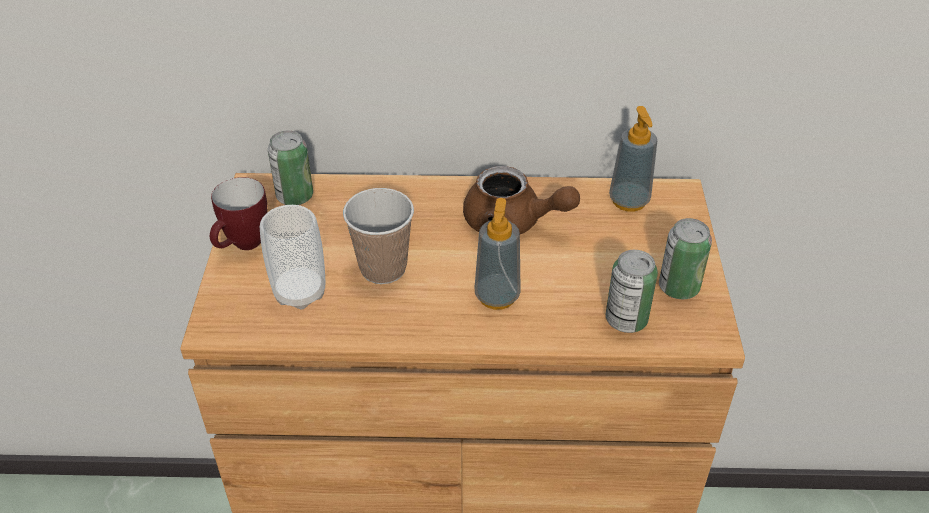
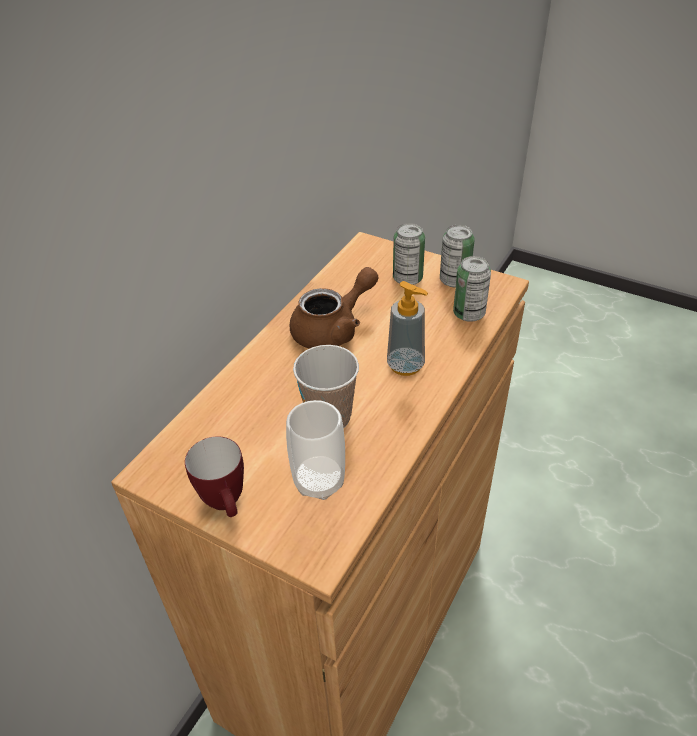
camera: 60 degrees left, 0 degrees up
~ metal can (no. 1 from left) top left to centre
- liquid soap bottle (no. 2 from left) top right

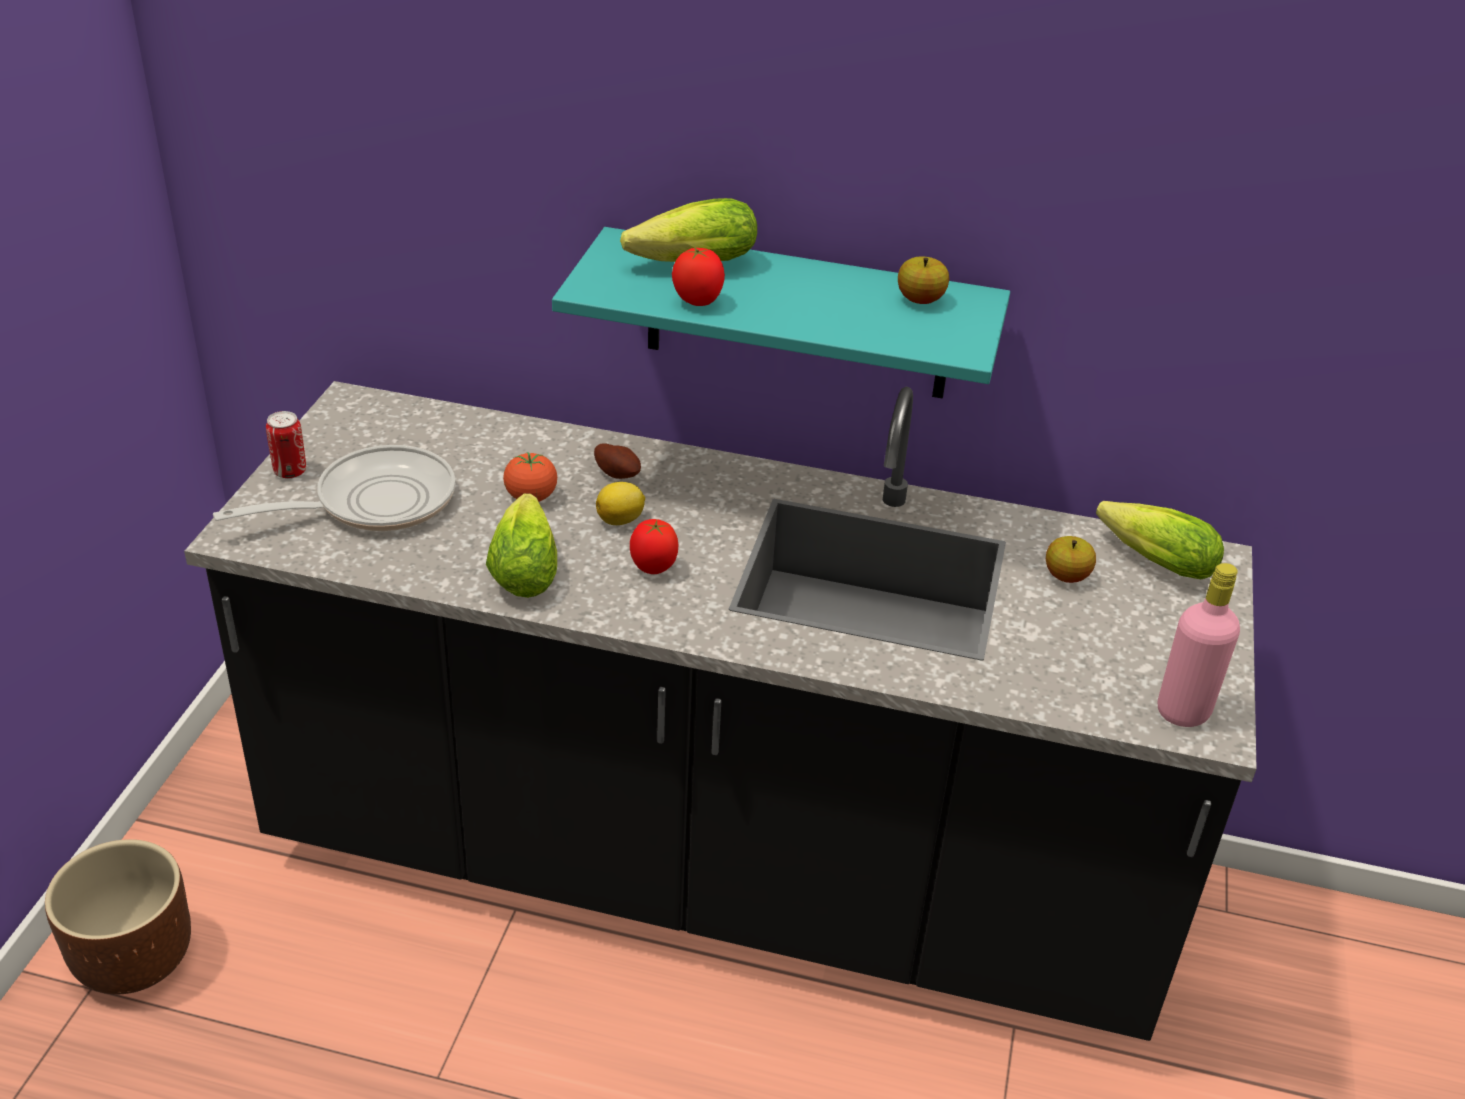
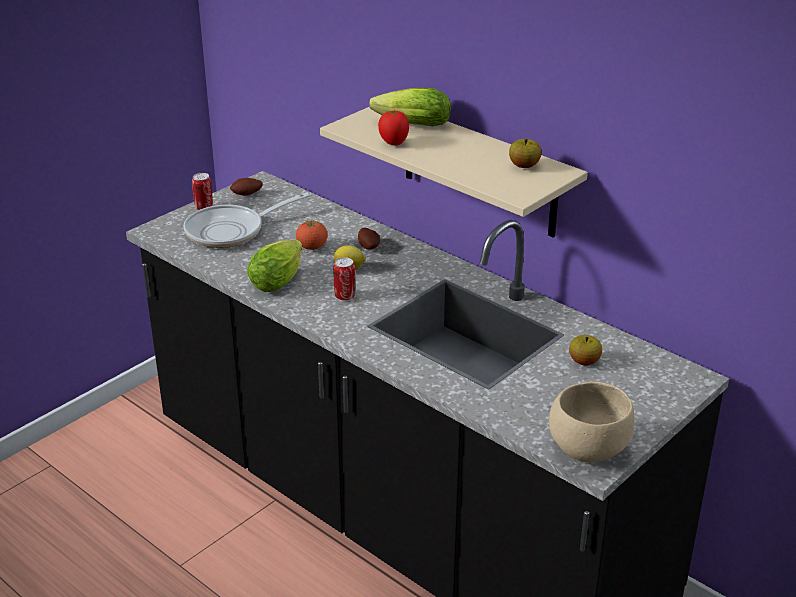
camera: 30 degrees right, 5 degrees down
~ pan middle left = middle left 150 degrees clockwise
+ whole potato (no. 1 from left) top left
~ turquoise shelf top centre to beige shelf top centre
~ fresh tomato (no. 2 from left) centre to metal can (no. 2 from left) centre
~ pink beverage bottle middle right to beige bowl bottom right
- brown plant pot bottom left
- head of lettuce (no. 3 from left) middle right

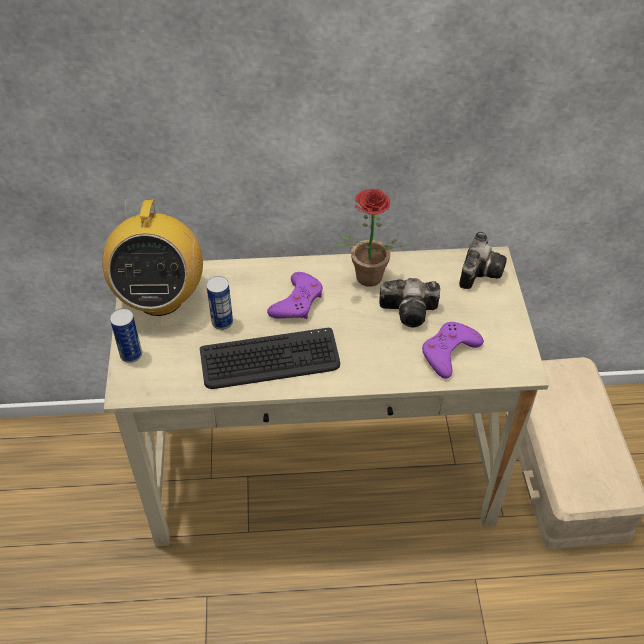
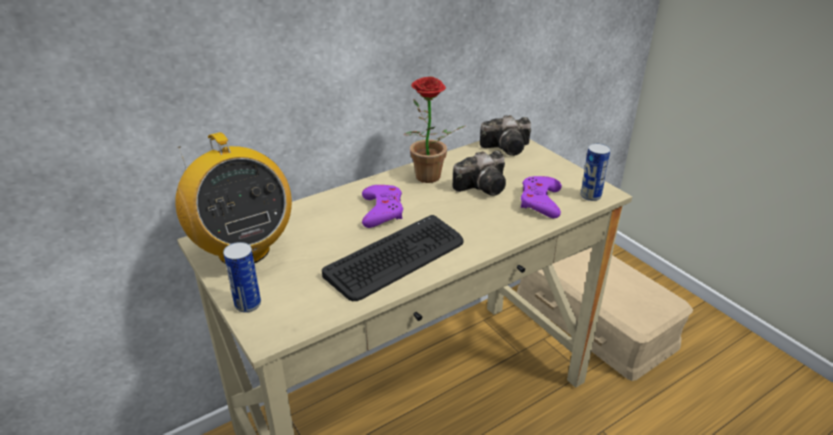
camera: 30 degrees left, 15 degrees down
~ still camera (no. 2 from left) middle right = top centre 90 degrees clockwise
~ metal can (no. 2 from left) centre to middle right

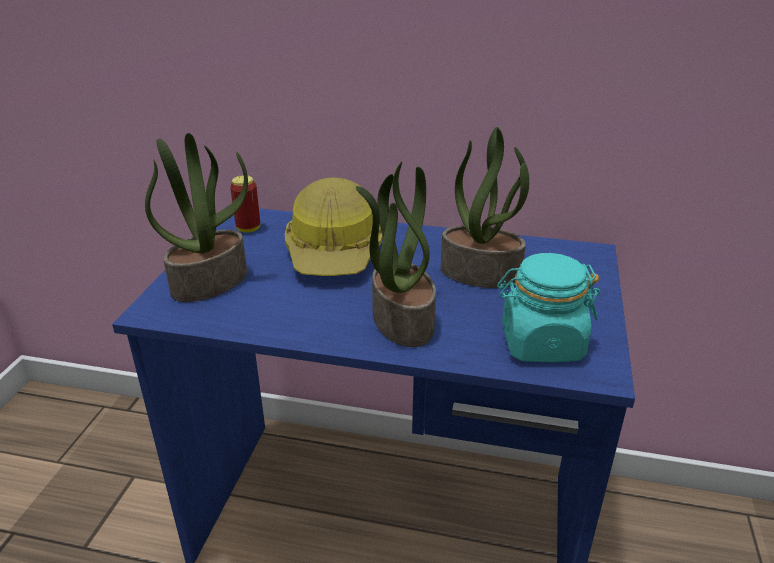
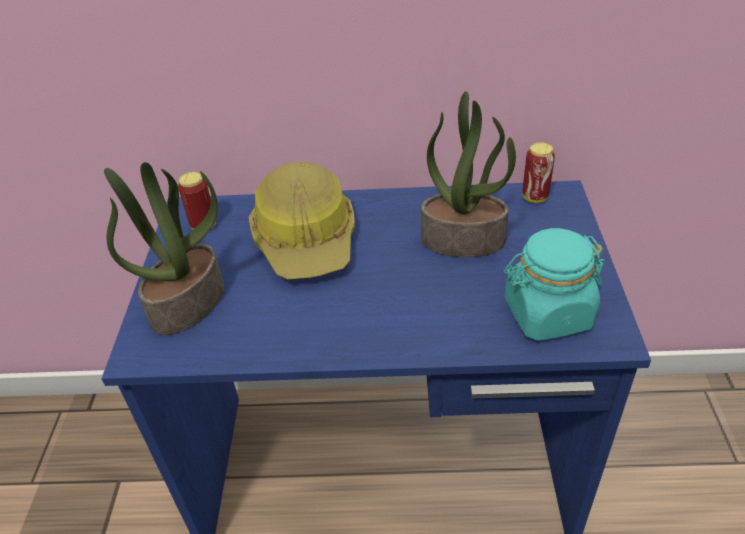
camera: 10 degrees left, 10 degrees up
+ metal can (no. 2 from left) top right
- potted plant (no. 2 from left) centre

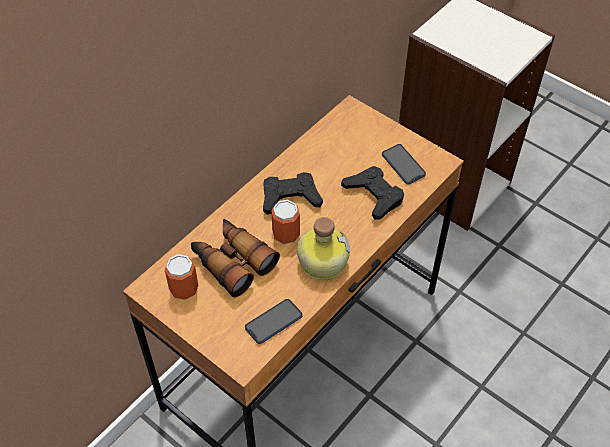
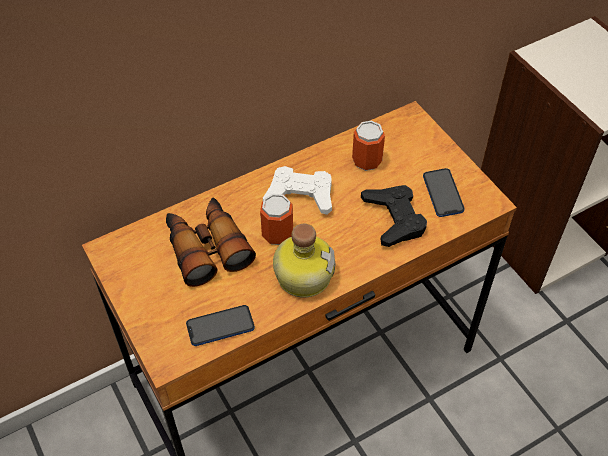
camera: 20 degrees right, 0 degrees up
~ black-coloured game controller (no. 1 from left) centre to white game controller centre
~ metal can (no. 1 from left in the first image) middle left to metal can (no. 2 from left) top centre

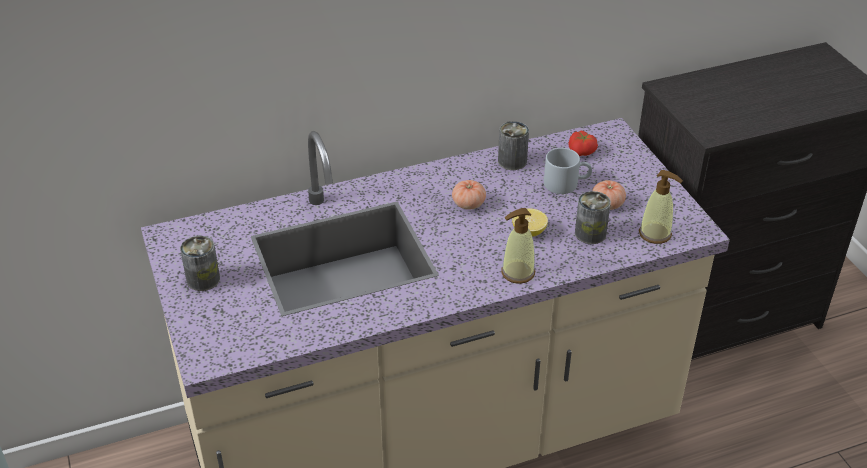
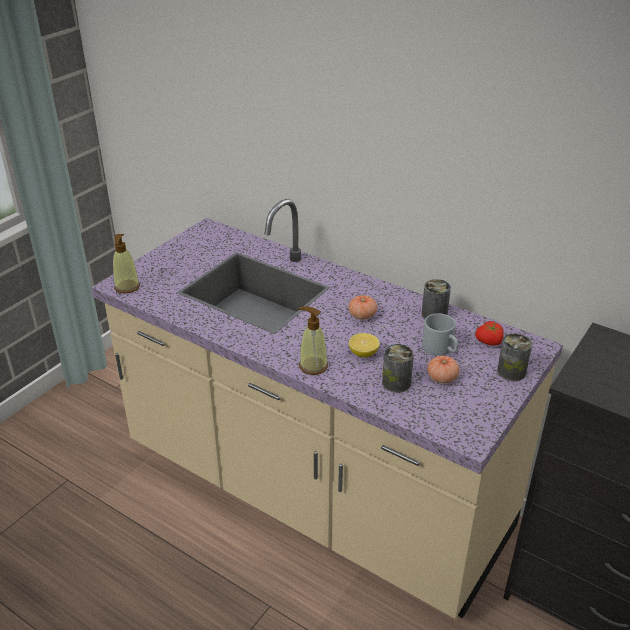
camera: 55 degrees right, 5 degrees down
~ liquid soap bottle (no. 2 from left in the first image) middle right to liquid soap bottle (no. 1 from left) middle left
~ metal can (no. 1 from left in the first image) middle left to metal can (no. 3 from left) middle right

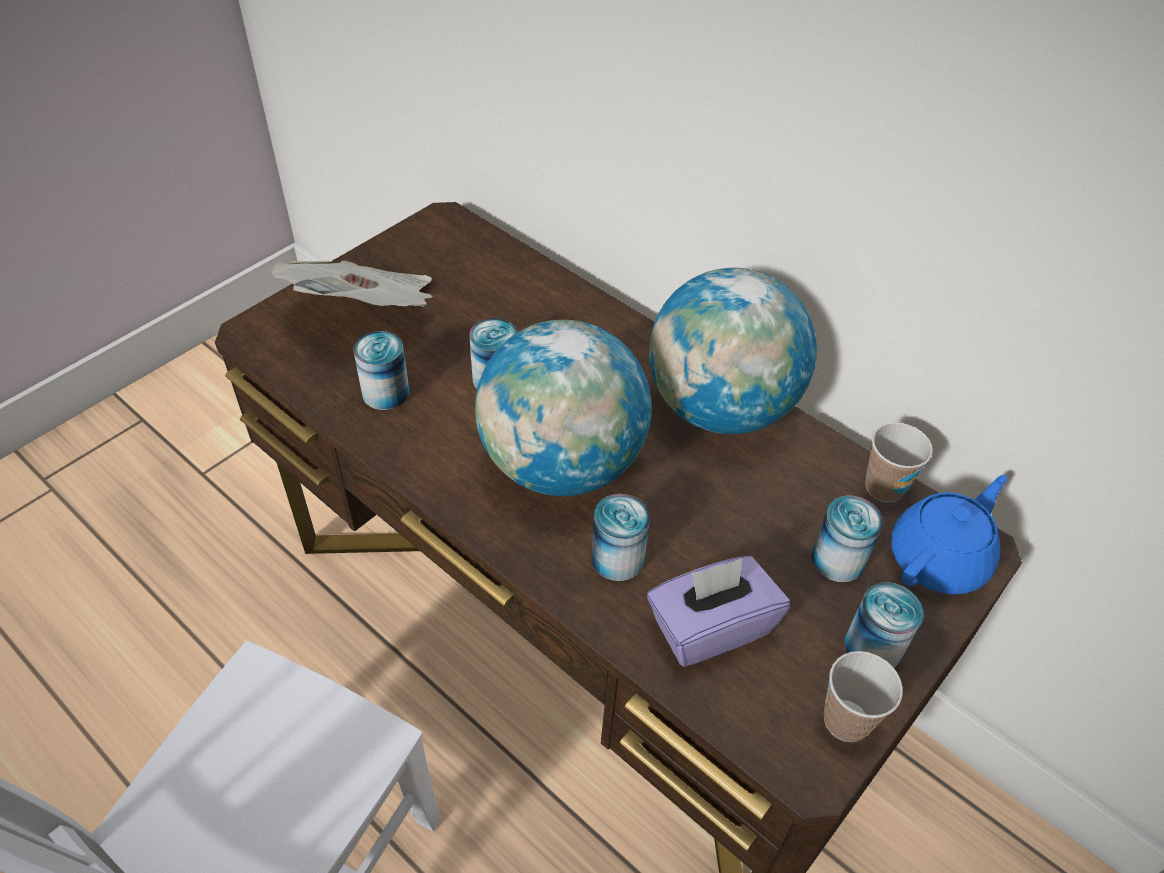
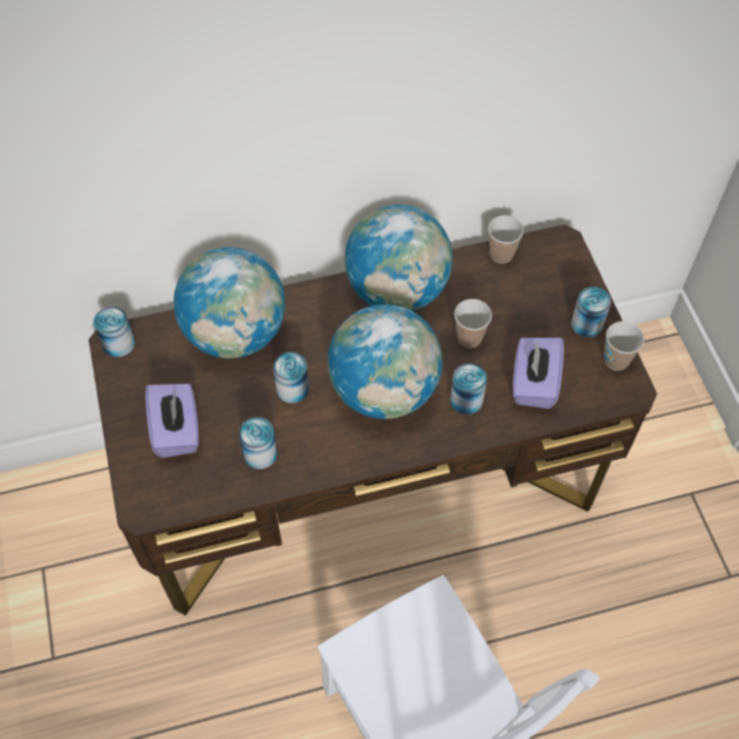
camera: 55 degrees left, 10 degrees up
~ metal can (no. 4 from left in the first image) middle right to metal can (no. 1 from left) middle left
~ printed paper top left to purplish tissue box (no. 1 from left) middle left
+ desk globe (no. 1 from left) middle left
+ drinking cup (no. 1 from left) centre
- blue pot for tea middle right

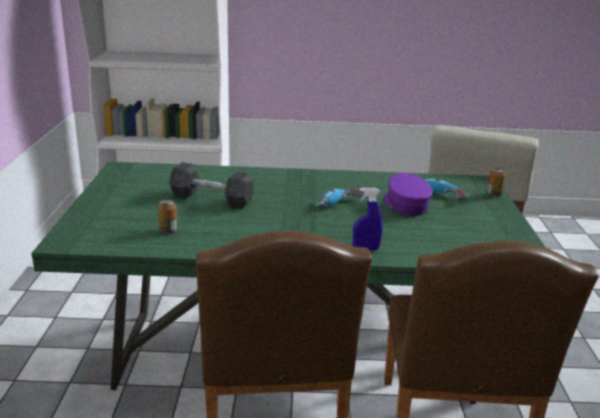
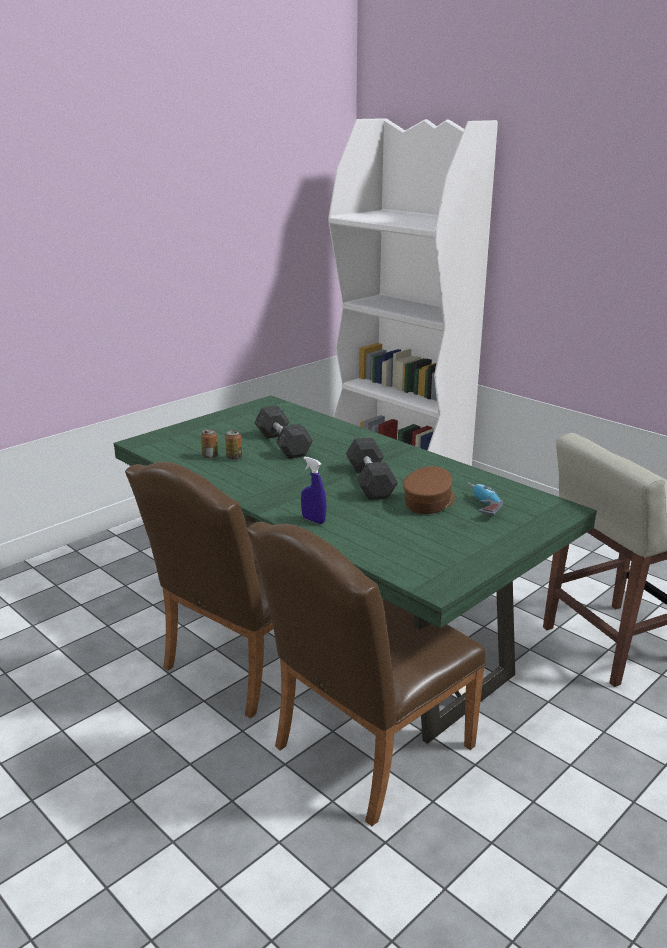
camera: 45 degrees right, 0 degrees up
~ metal can (no. 2 from left) middle right to centre
~ power drill (no. 1 from left) centre to grey dumbbell (no. 2 from left) centre
~ purplish baseball cap middle right to brown baseball cap centre

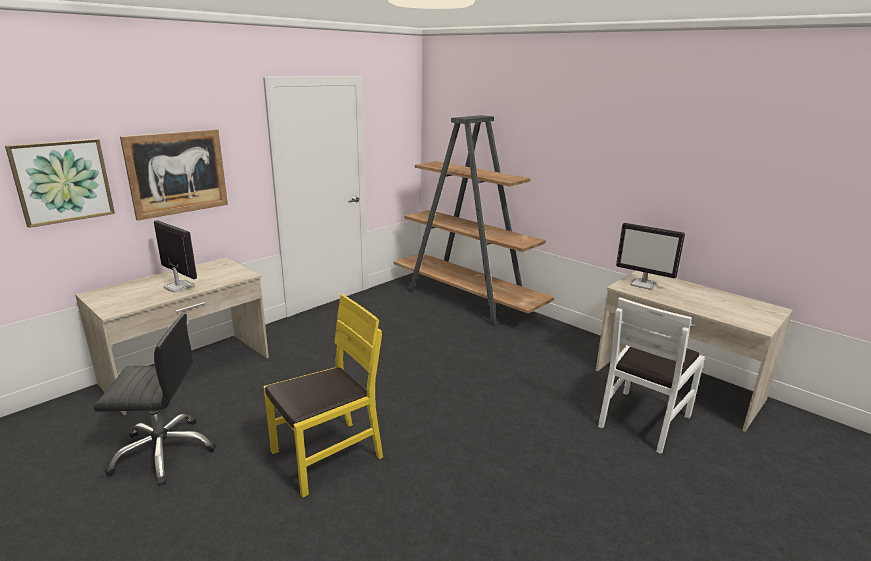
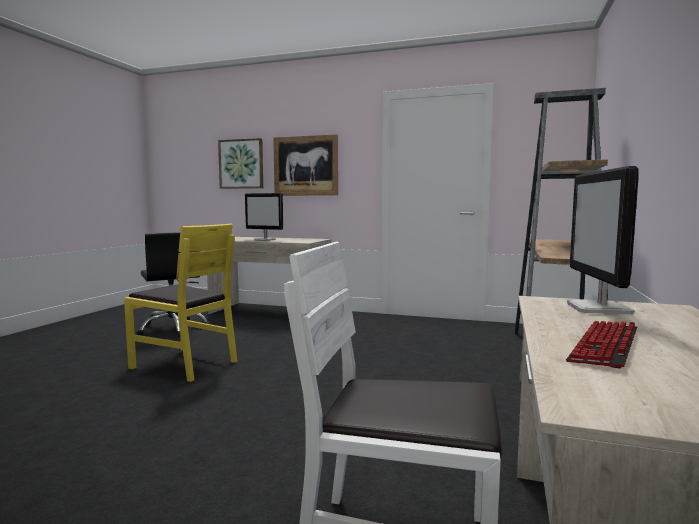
camera: 65 degrees right, 15 degrees down
~ computer screen (no. 1 from left) middle left = centre 105 degrees clockwise
+ computer keyboard middle right

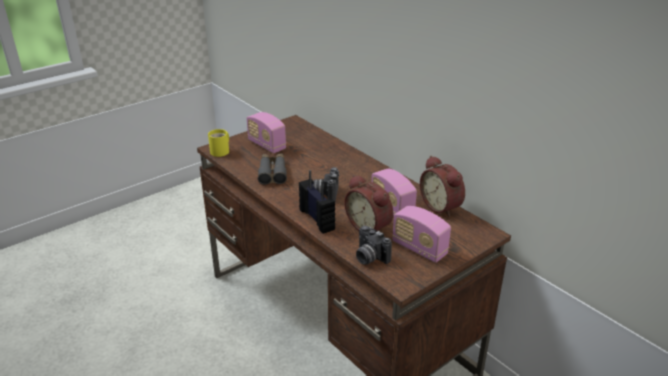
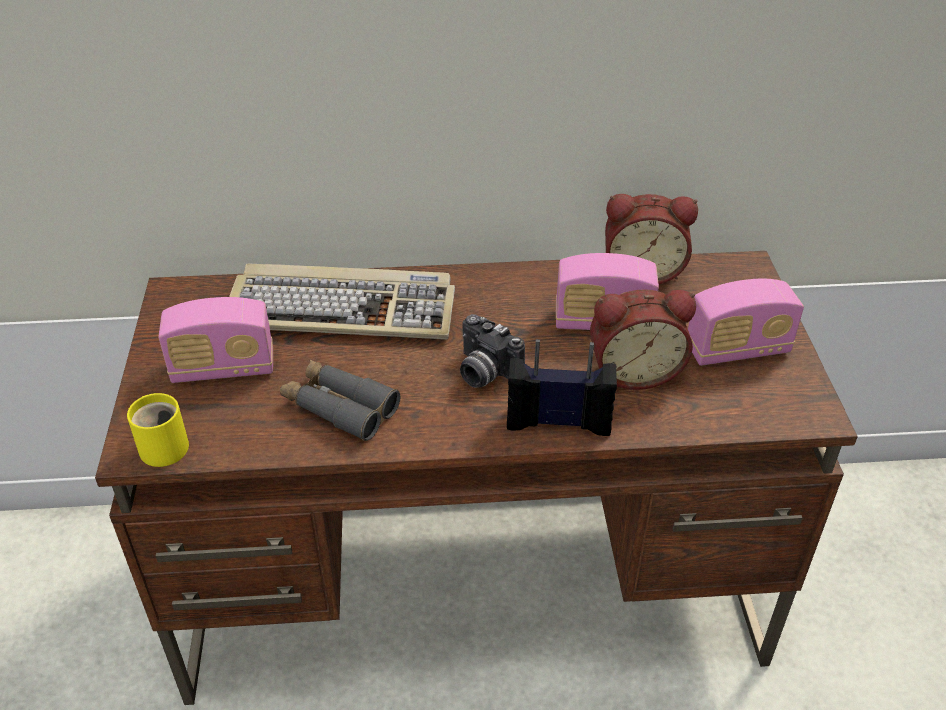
camera: 55 degrees left, 10 degrees up
+ computer keyboard centre
- still camera (no. 2 from left) centre

